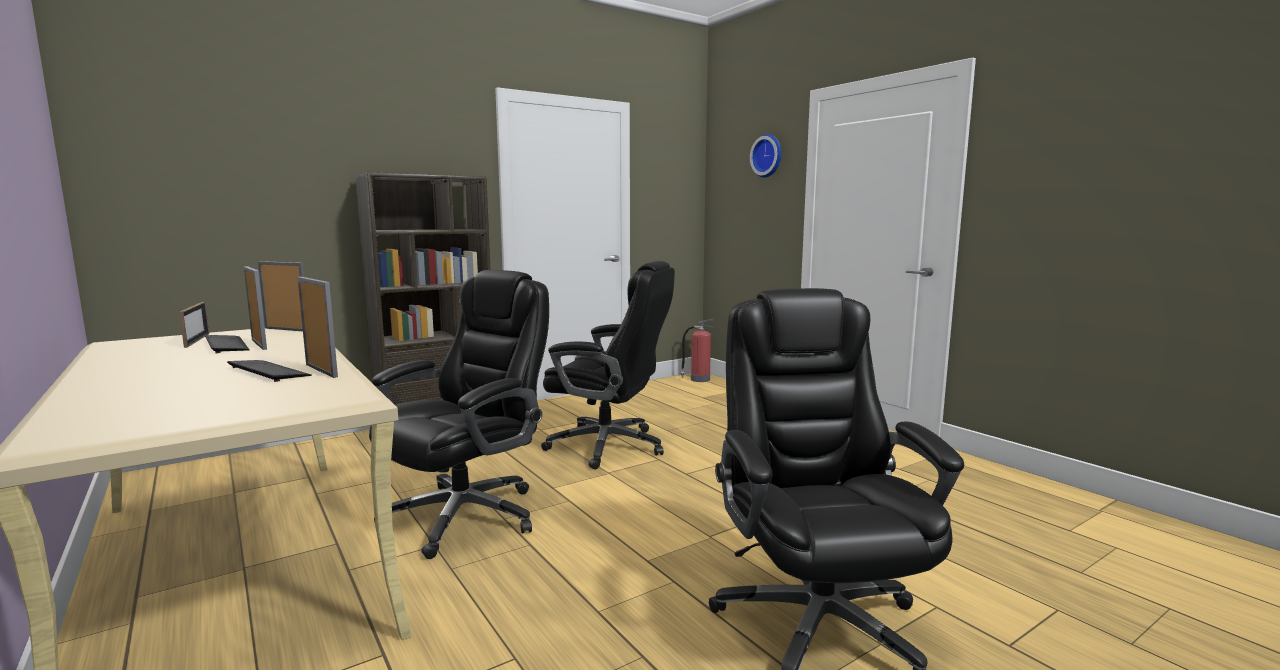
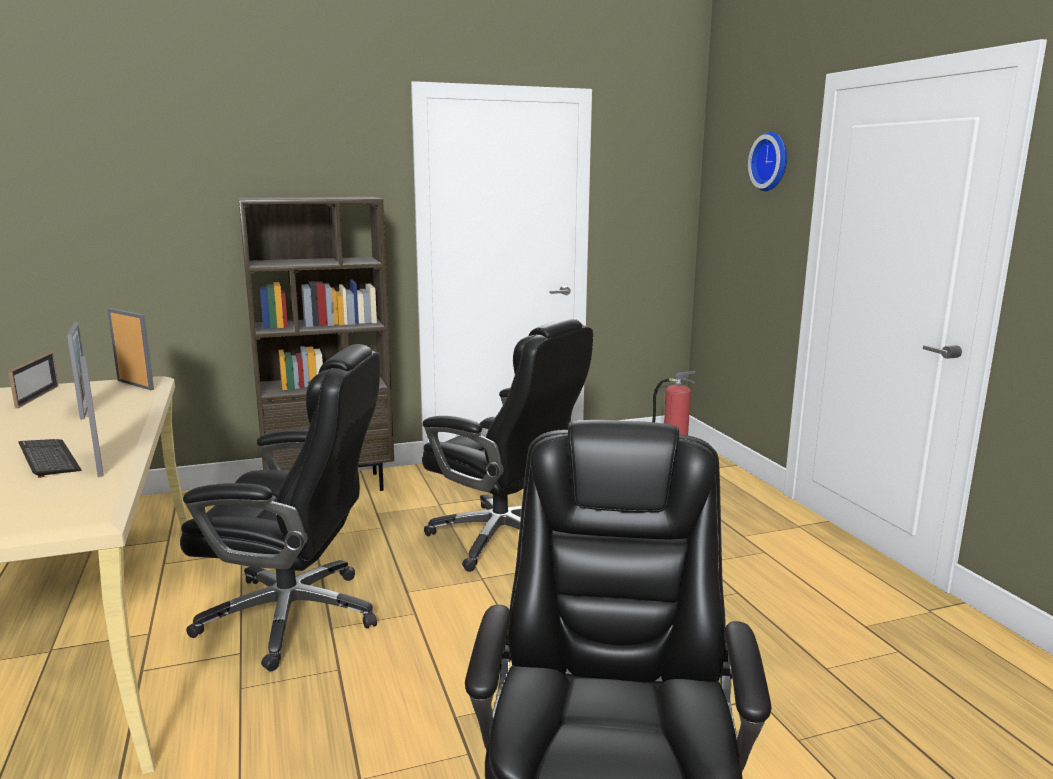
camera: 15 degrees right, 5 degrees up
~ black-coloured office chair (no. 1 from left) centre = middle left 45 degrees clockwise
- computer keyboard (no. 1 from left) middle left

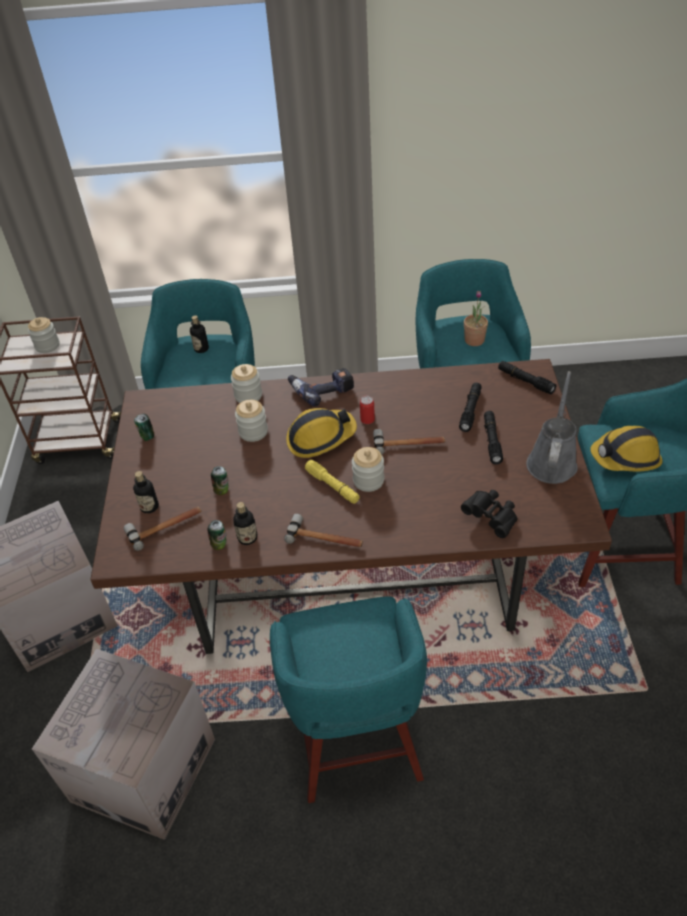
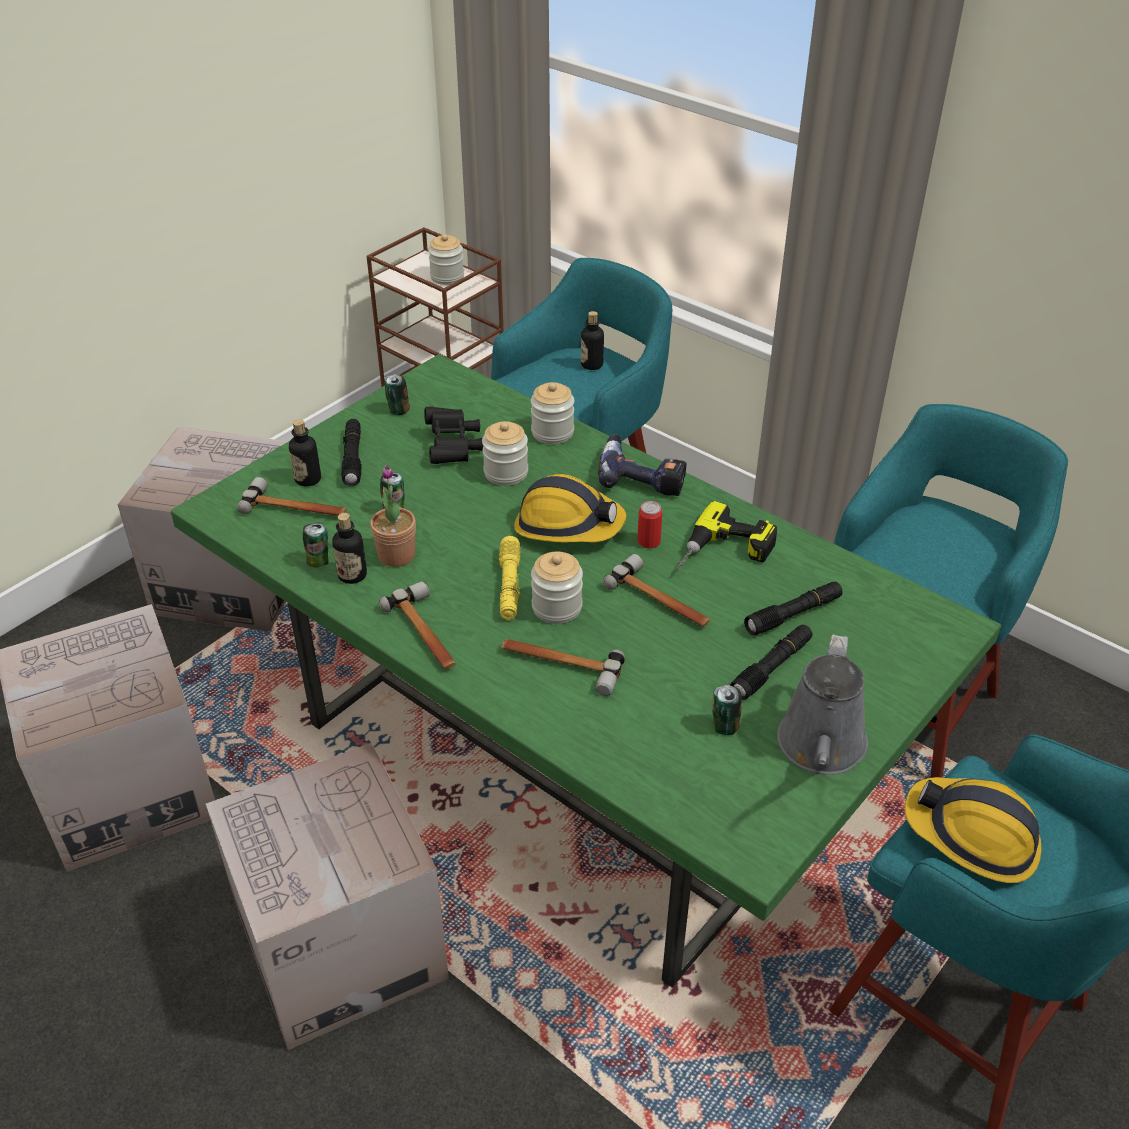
camera: 40 degrees right, 5 degrees down
~ brown dining table centre to greenish dining table centre
~ turquoise stool seat (no. 2 from left) bottom centre to cardboard box (no. 3 from left) bottom left
~ black-coloured flashlight (no. 3 from left in the first image) middle right to black-coloured flashlight (no. 1 from left) middle left
~ potted plant middle right to centre
~ black-coloured field glasses middle right to centre
+ hammer (no. 3 from left) centre
+ power drill (no. 2 from left) centre
+ metal can (no. 5 from left) centre
~ grey watering pot middle right = middle right 135 degrees clockwise

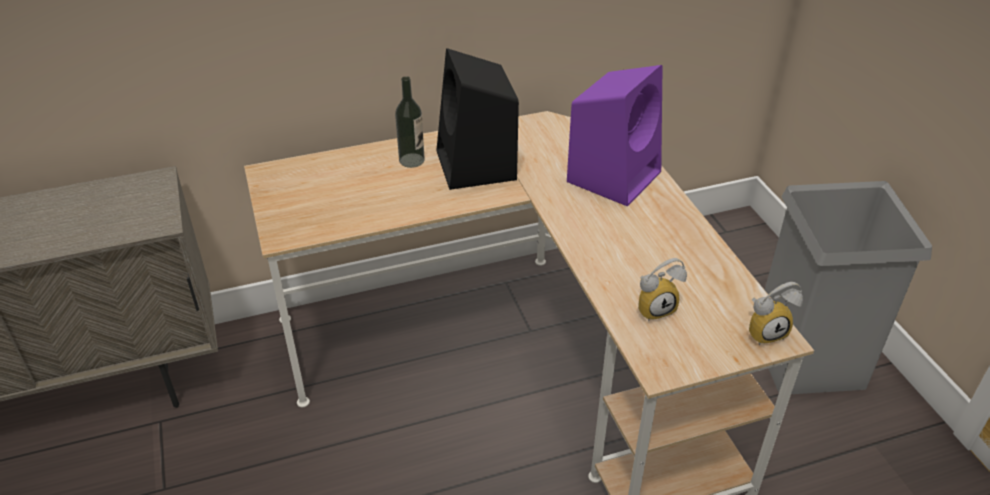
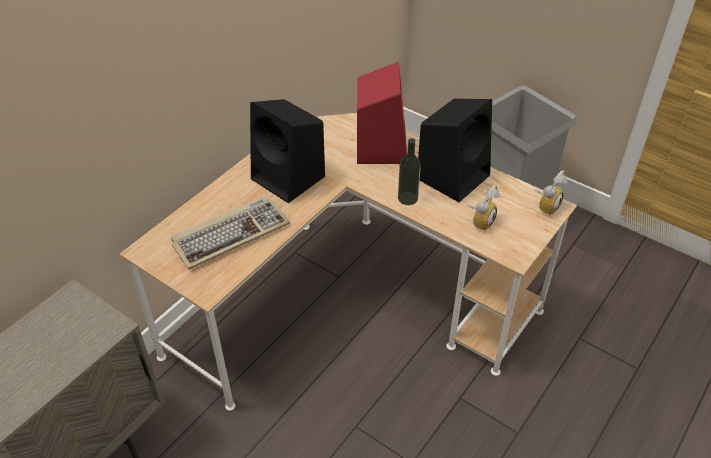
camera: 35 degrees left, 5 degrees up
+ computer keyboard middle left
~ purplish loudspeaker top centre to red-coloured loudspeaker top centre
~ beverage bottle top centre to centre
+ black-coloured loudspeaker (no. 2 from left) top centre

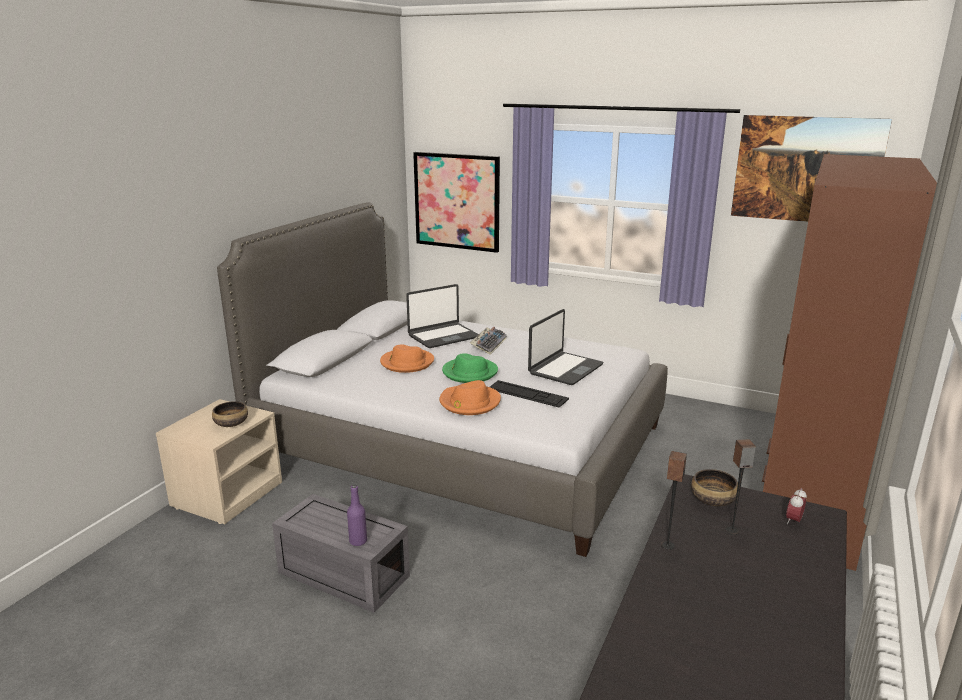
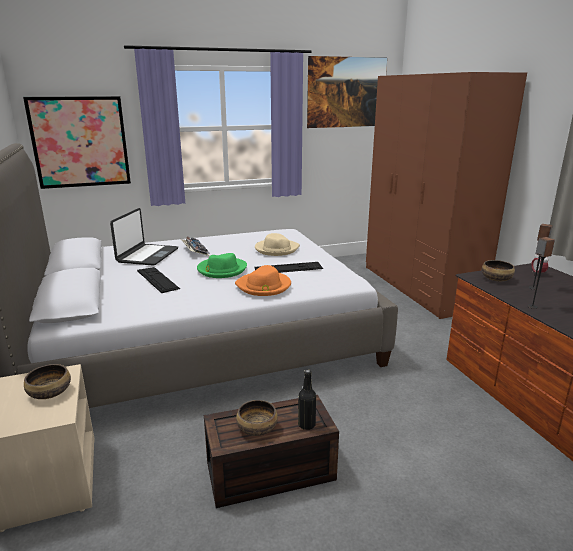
camera: 45 degrees left, 0 degrees up
~ orangey wearable hat (no. 1 from left) centre to computer keyboard (no. 1 from left) middle left
~ grey storage box bottom centre to brown storage box bottom centre
+ bowl (no. 2 from left) bottom centre
~ laptop (no. 2 from left) centre to beige wearable hat centre
~ purplish beverage bottle bottom centre to black-coloured beverage bottle bottom centre

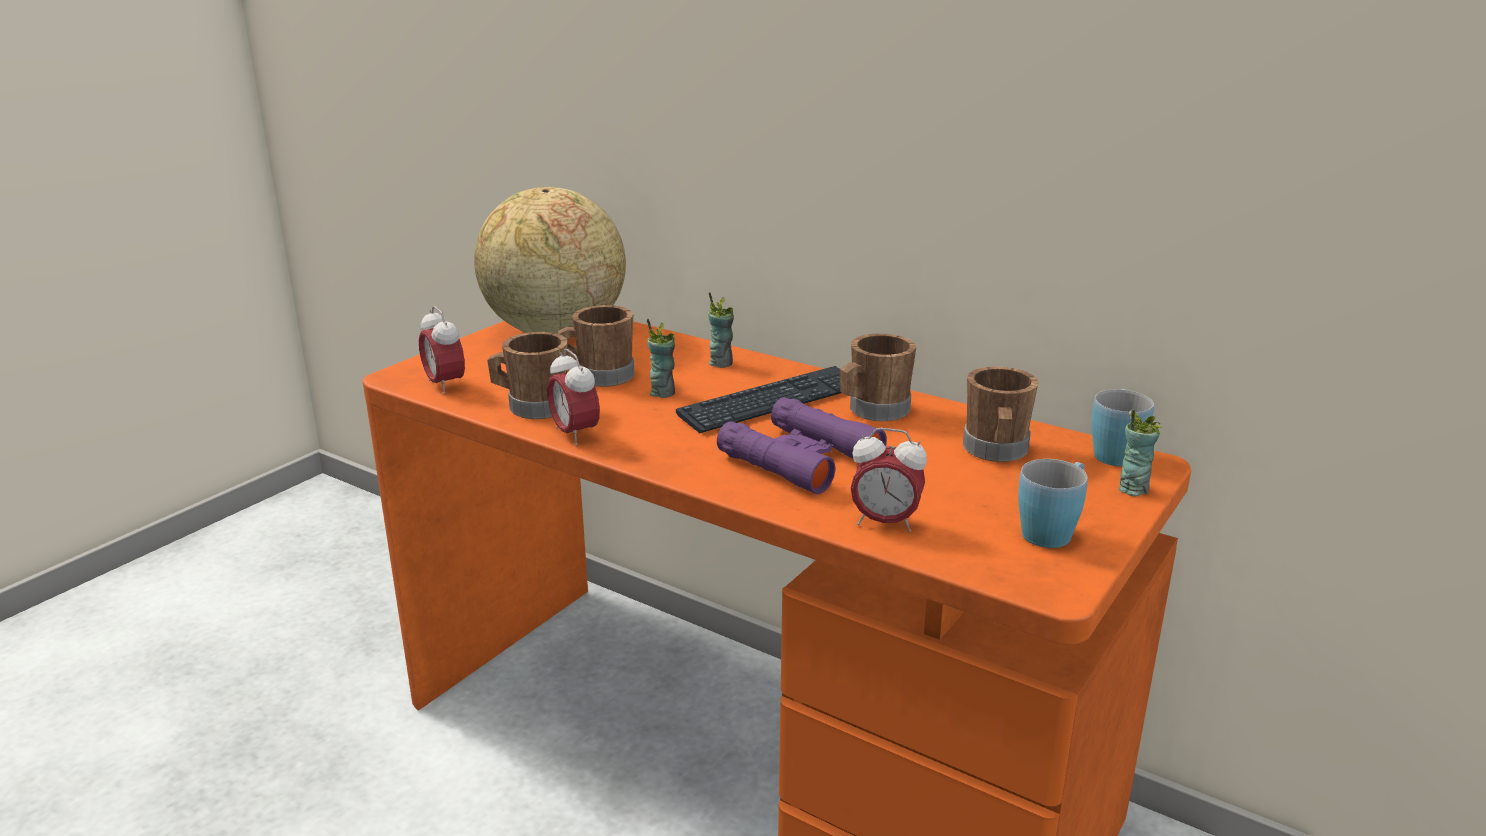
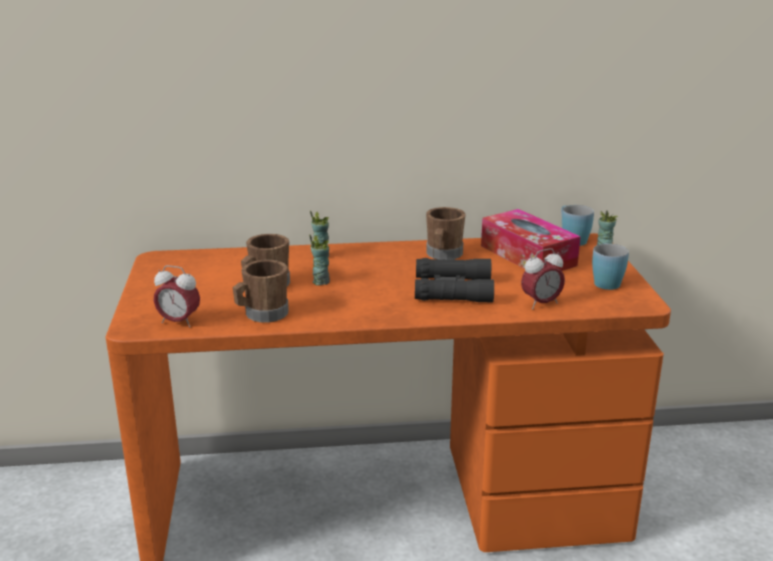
camera: 40 degrees left, 0 degrees up
~ purplish field glasses centre to black-coloured field glasses centre
~ brown tea mug (no. 4 from left) middle right to tissue box middle right
- desk globe top centre
- alarm clock (no. 2 from left) centre
- computer keyboard centre

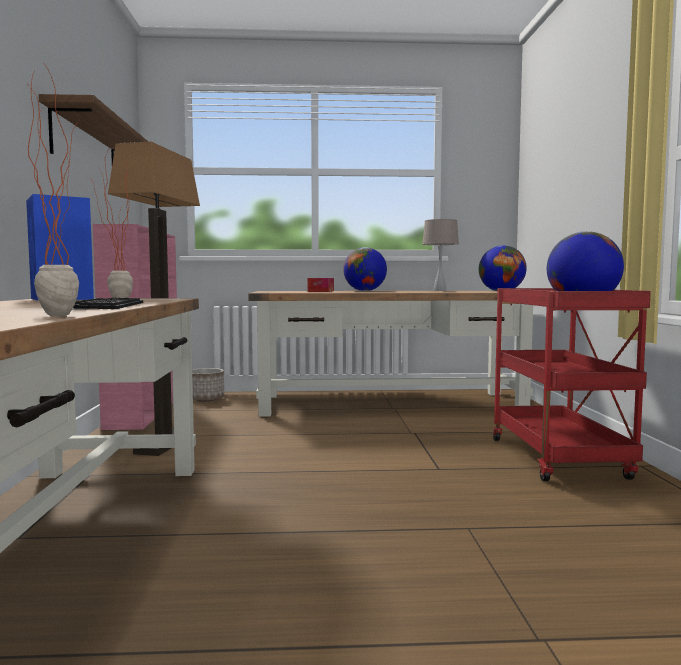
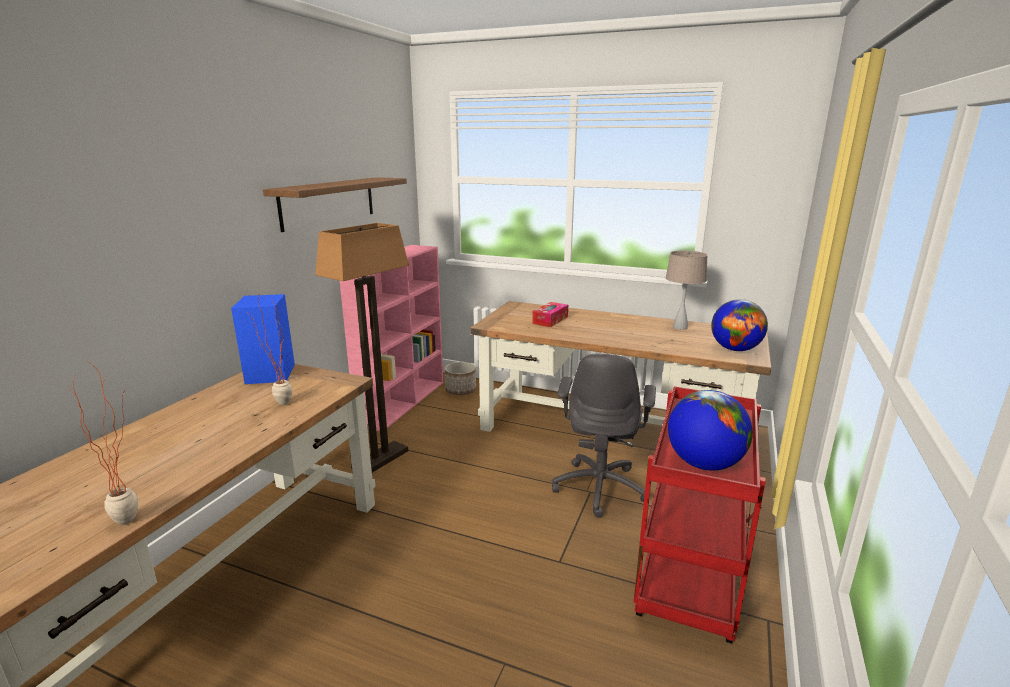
camera: 25 degrees right, 15 degrees up
+ grey office chair centre
- computer keyboard middle left
- desk globe (no. 1 from left) centre

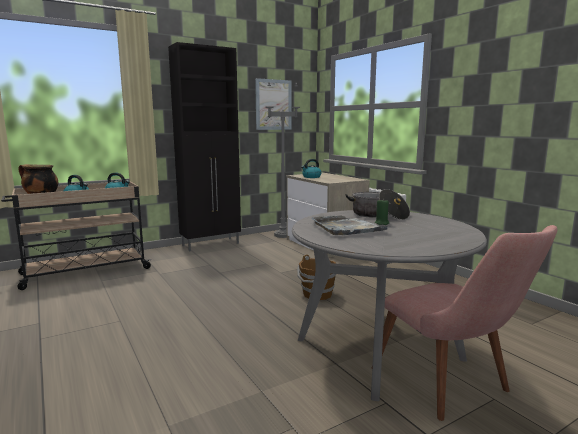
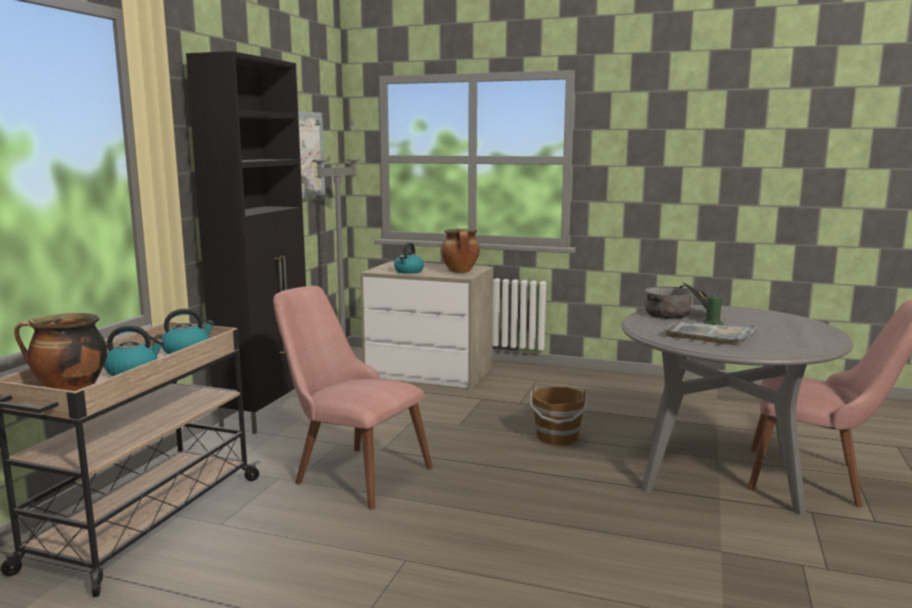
camera: 40 degrees left, 0 degrees up
+ pink chair (no. 1 from left) centre
+ cooking pot (no. 2 from left) centre

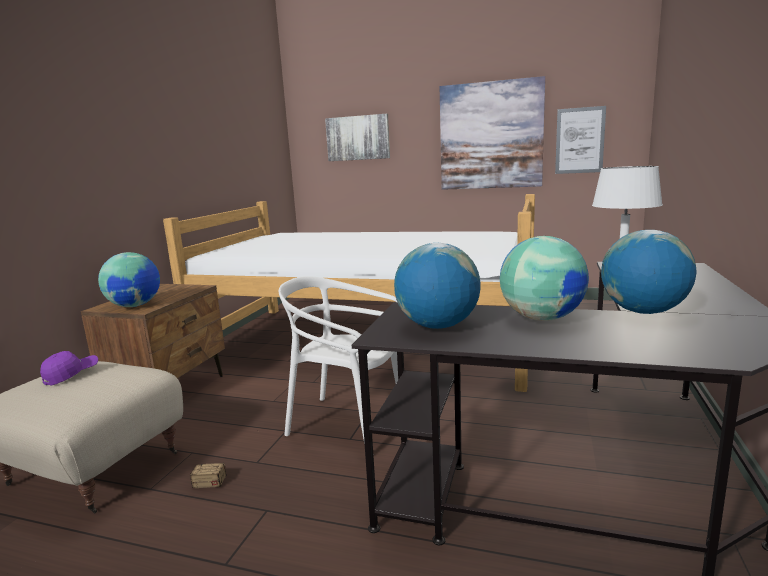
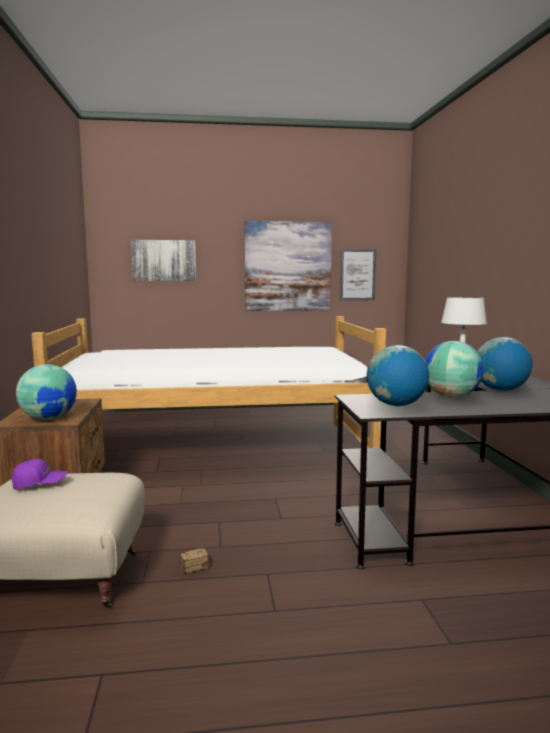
camera: 25 degrees left, 5 degrees down
~ purplish baseball cap middle left = middle left 75 degrees clockwise
- white chair centre

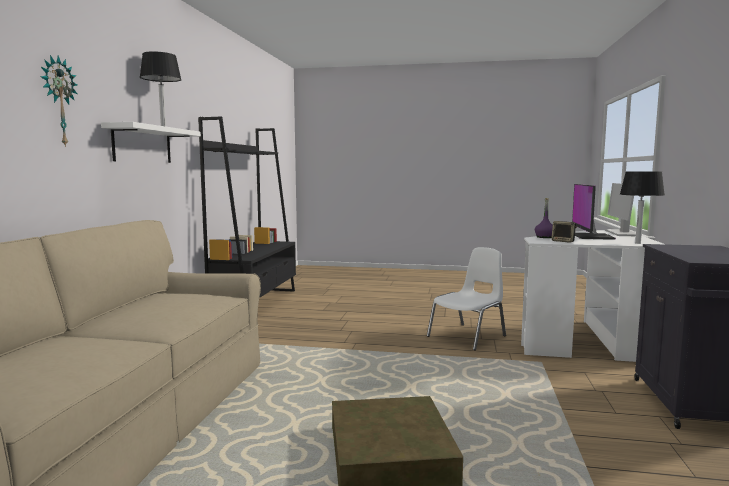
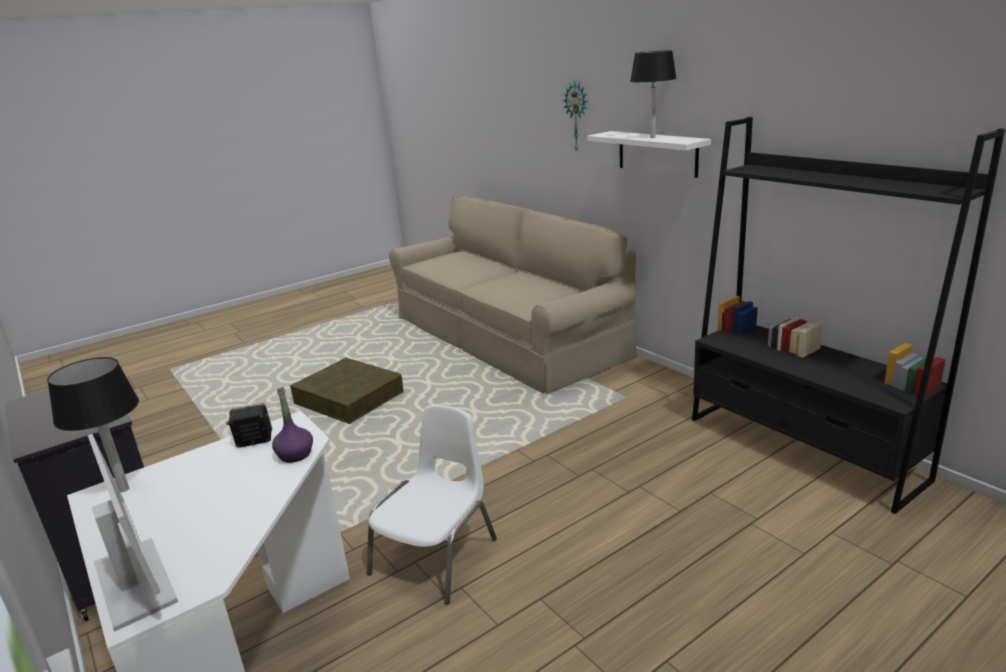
camera: 135 degrees right, 15 degrees up
~ white chair centre = bottom centre 150 degrees counterclockwise
- computer screen (no. 1 from left) middle right

